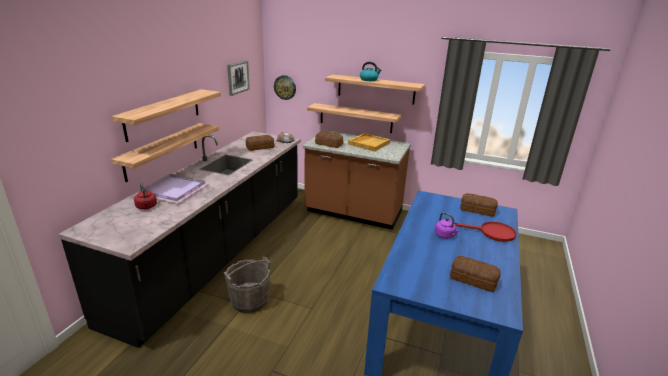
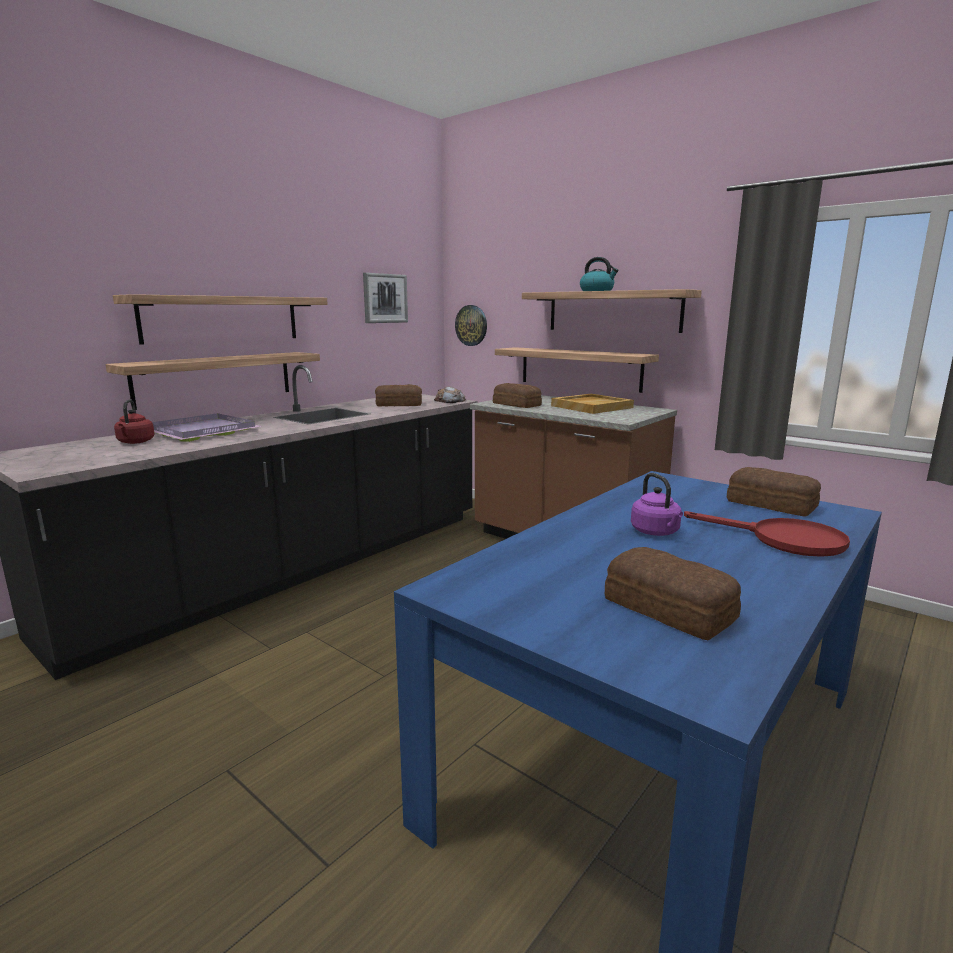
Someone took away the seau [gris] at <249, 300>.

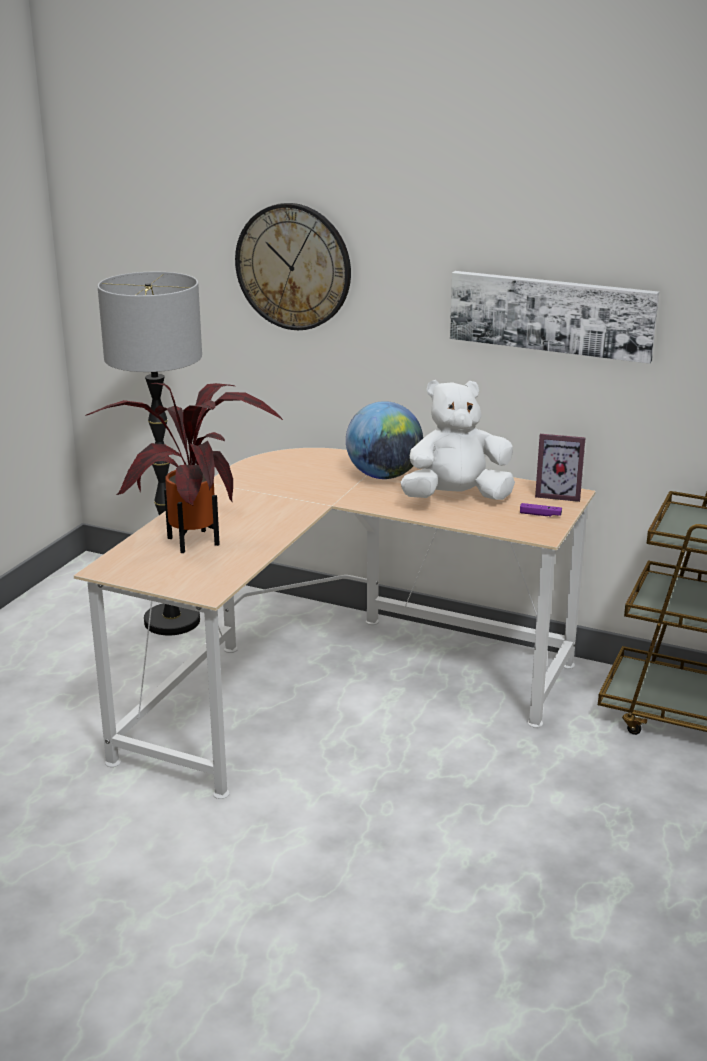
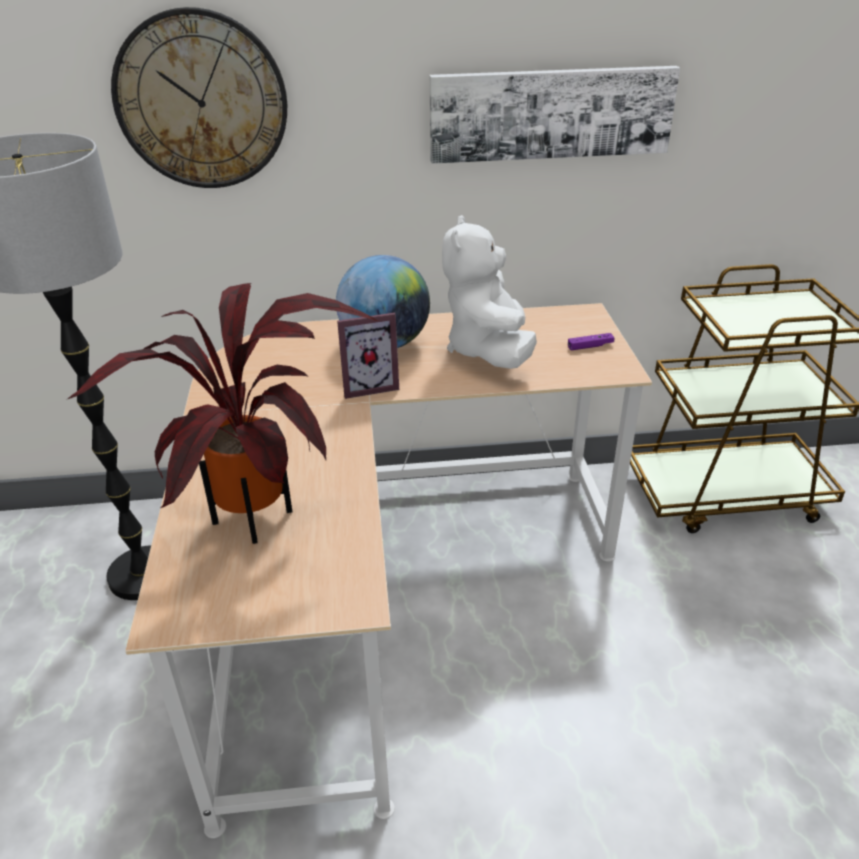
Someone rotated the peluche [blanc] at <456, 498> by 45 degrees counterclockwise.
Someone carried the cadre photo from <558, 494> to <368, 386>.

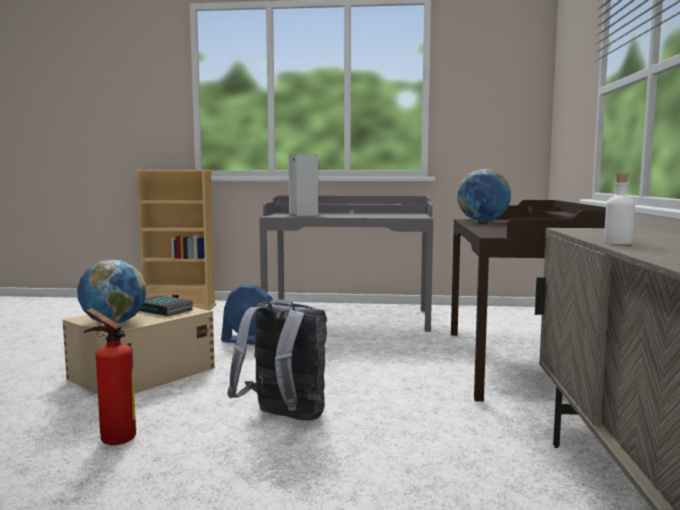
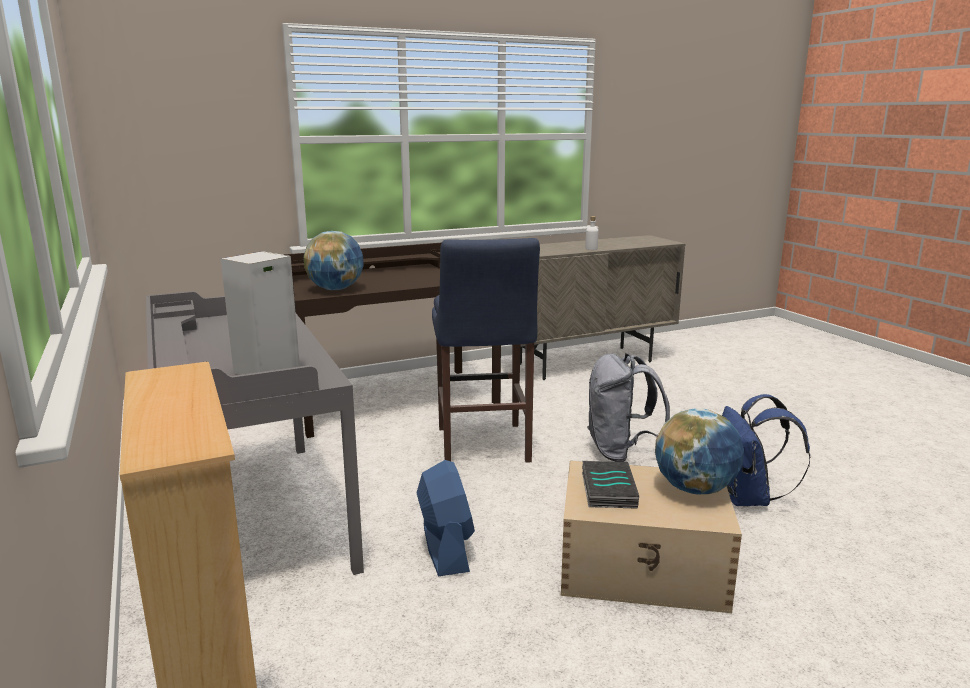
Someone swapped the extincteur at <114, 439> for the sac à dos [bleu] at <748, 499>.
Someone put down the tabouret [bleu] at <483, 447>.

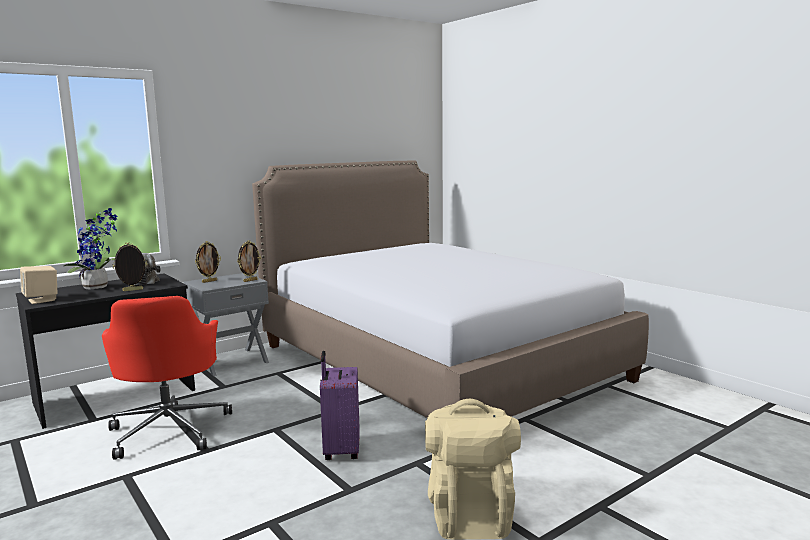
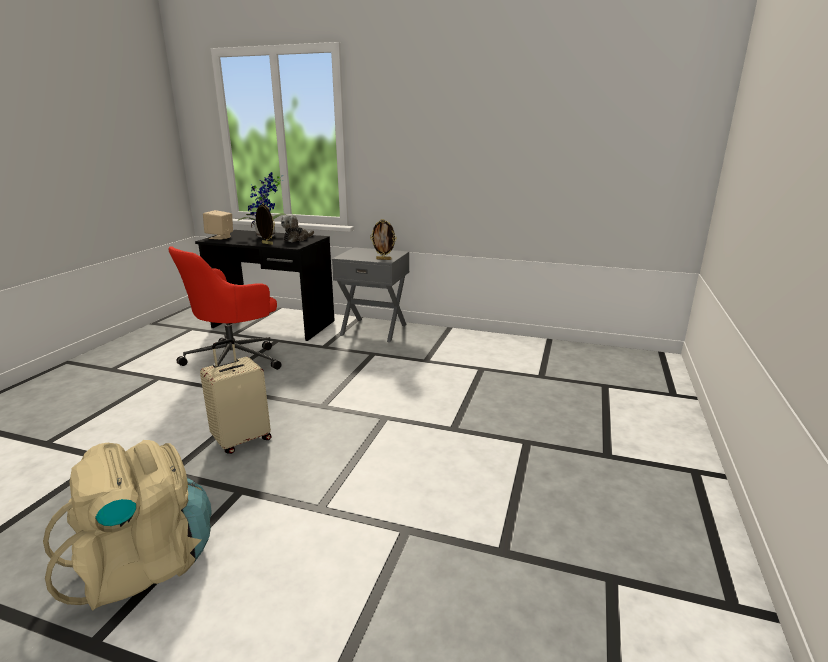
Someone took away the cadre photo at <209, 281>.
Someone took away the lit at <435, 362>.
Someone repainted the valise [violet] at <340, 451>, which became the valise [beige] at <242, 440>.

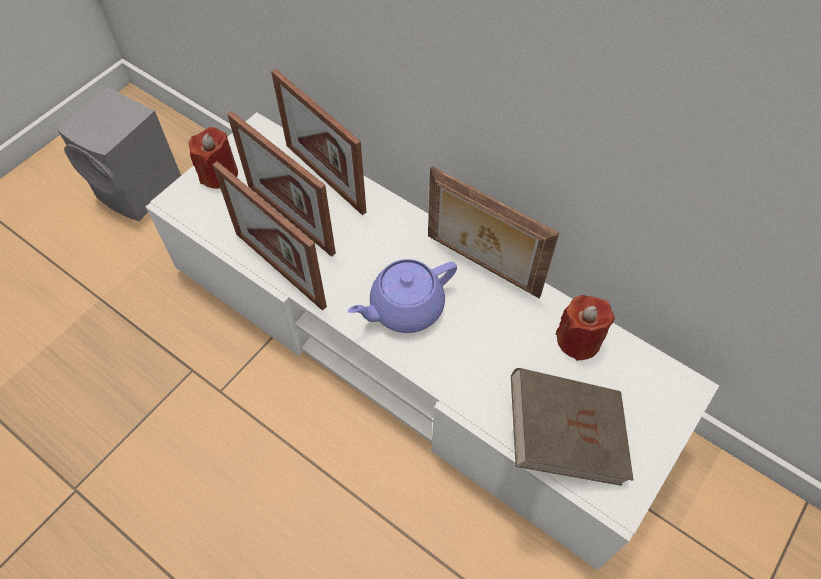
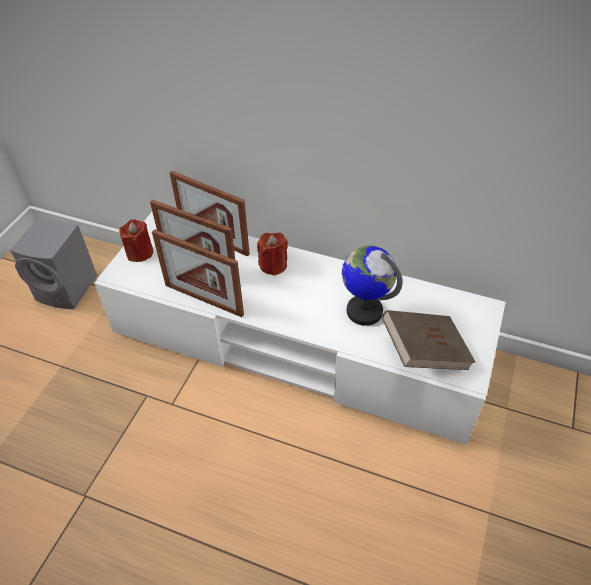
Someone took away the théière [violet] at <405, 308>.
Someone took away the cadre photo at <481, 267>.
Someone carried the bougie [rouge] from <578, 340> to <273, 265>.
Someone put down the globe at <364, 311>.

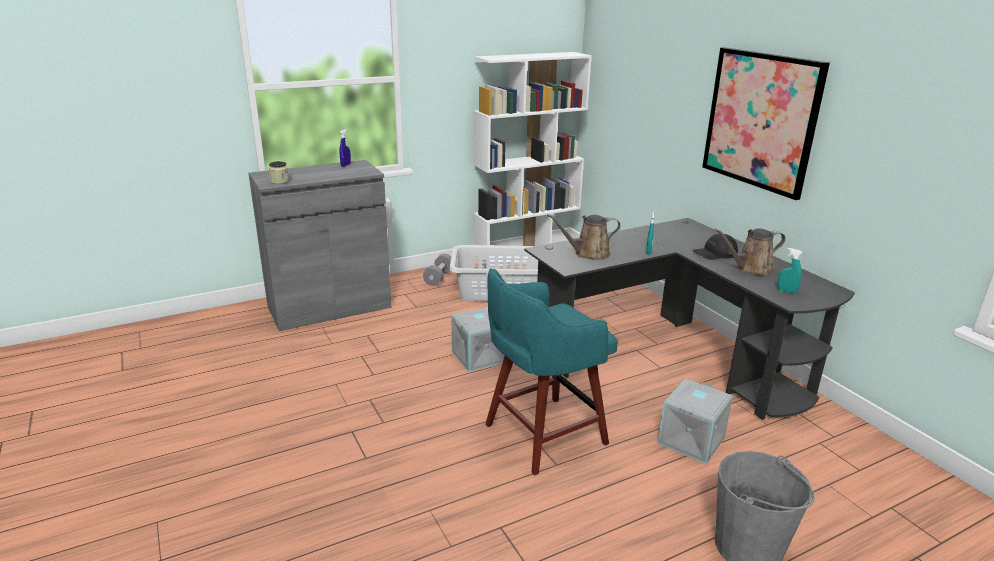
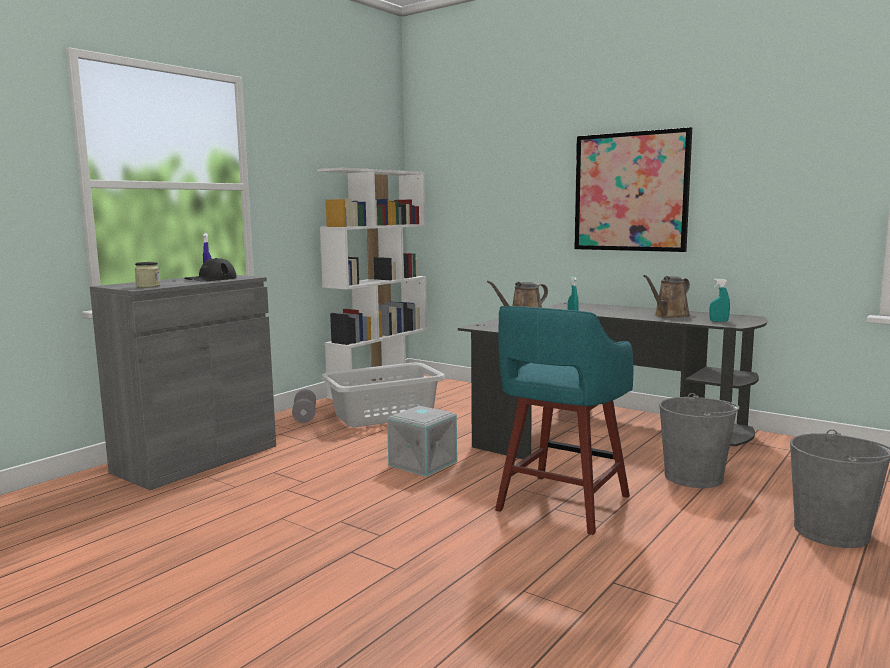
Someone swapped the boîte de rangement [gris] at <692, 441> for the seau [gris] at <694, 477>.
Someone carried the casquette [noir] from <715, 253> to <211, 279>.

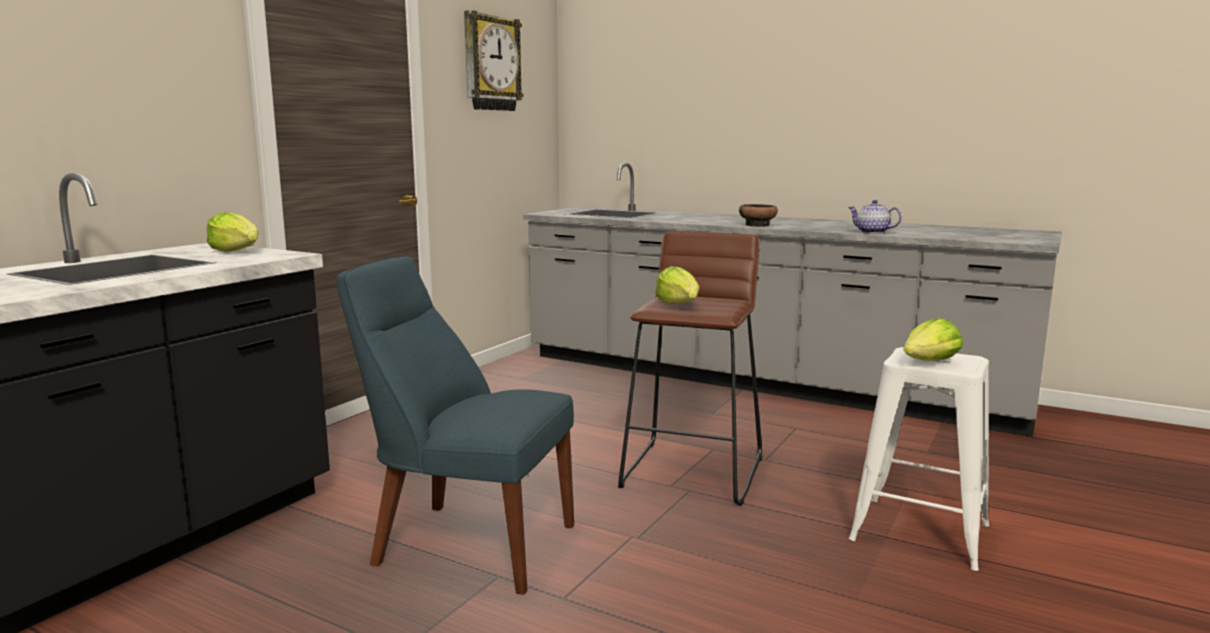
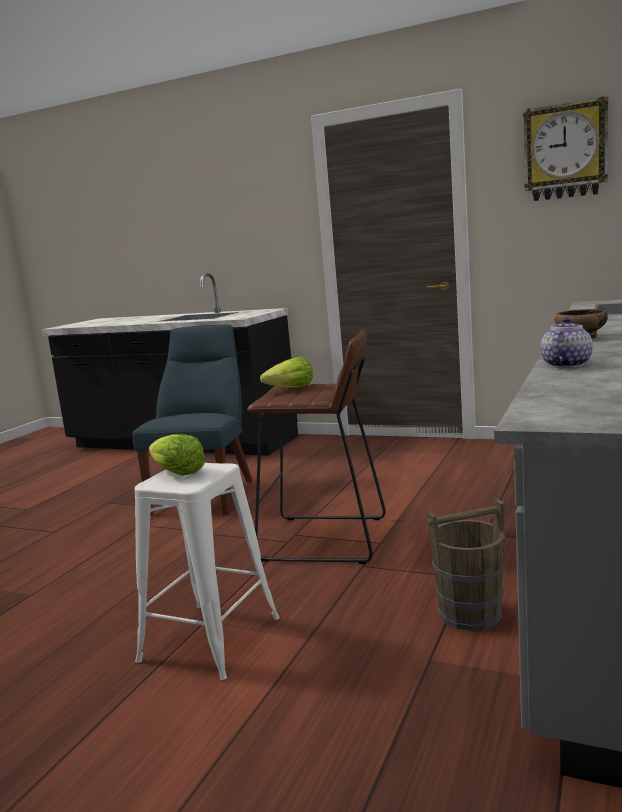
Someone took away the laitue at <237, 252>.
Someone put down the seau [marron] at <469, 613>.

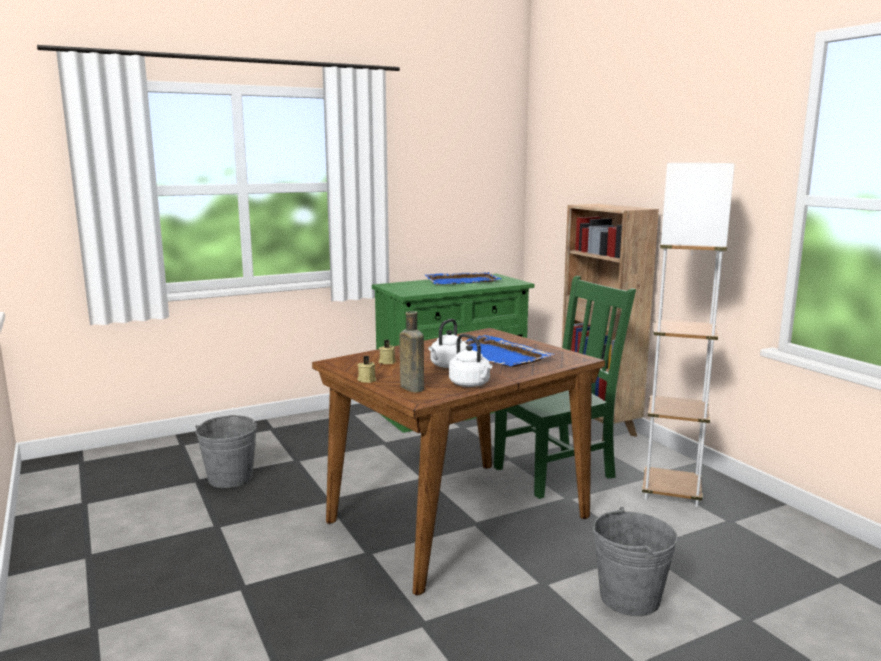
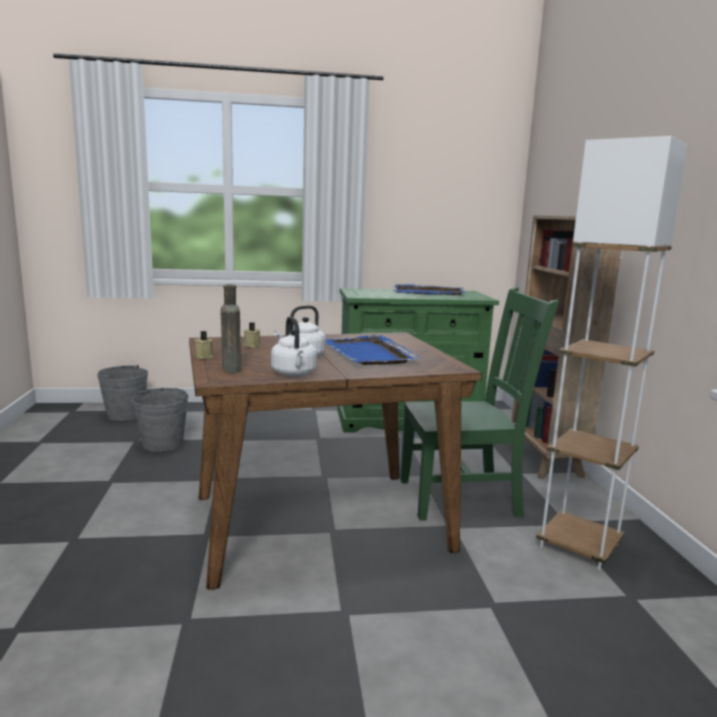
Someone carried the seau [gris] from <629, 598> to <125, 415>.

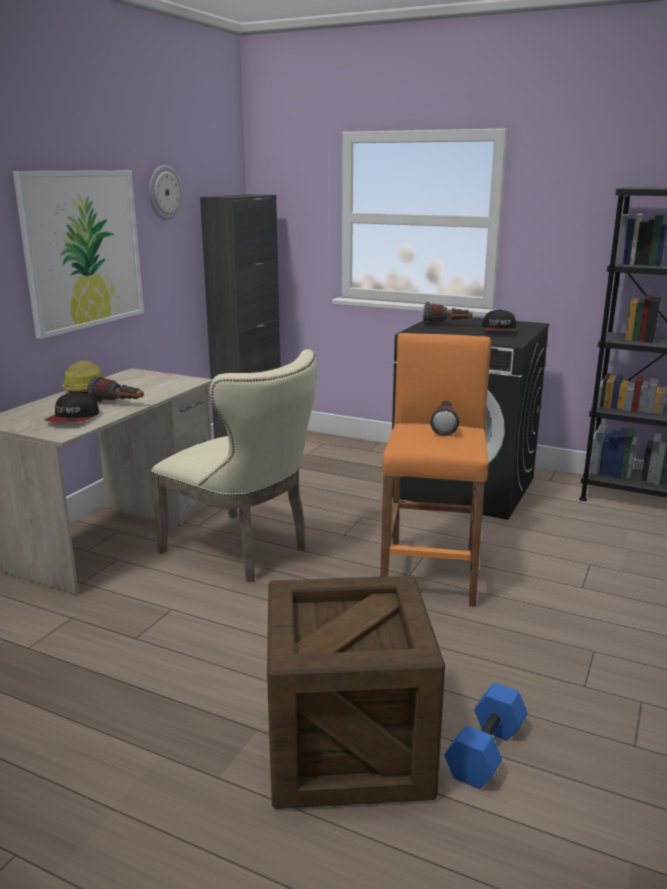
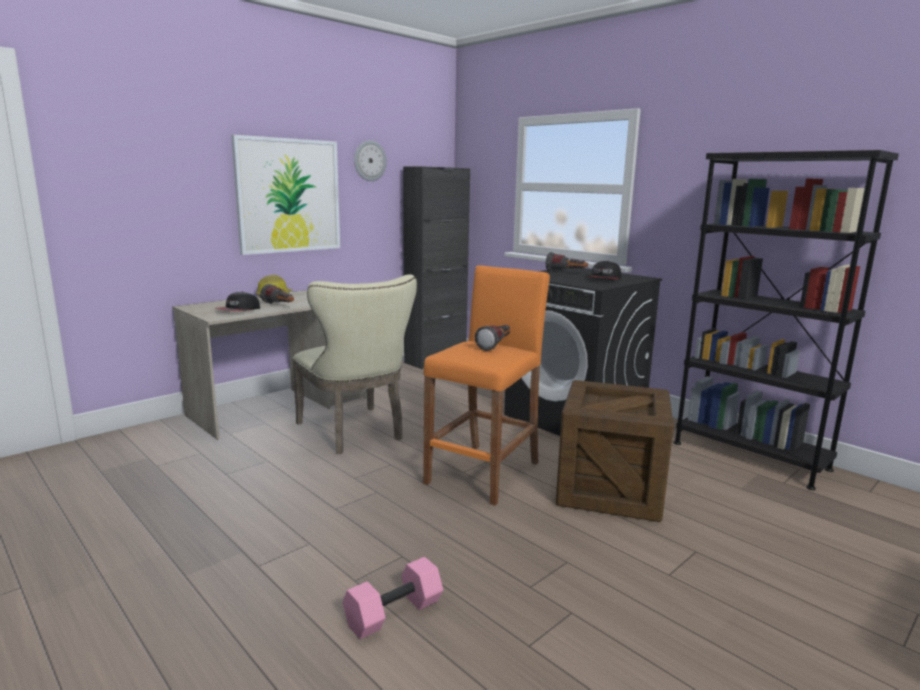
Someone carried the caisse from <347, 747> to <609, 490>.
Someone repainted the haltère [bleu] at <486, 752>, which became the haltère [rose] at <394, 614>.

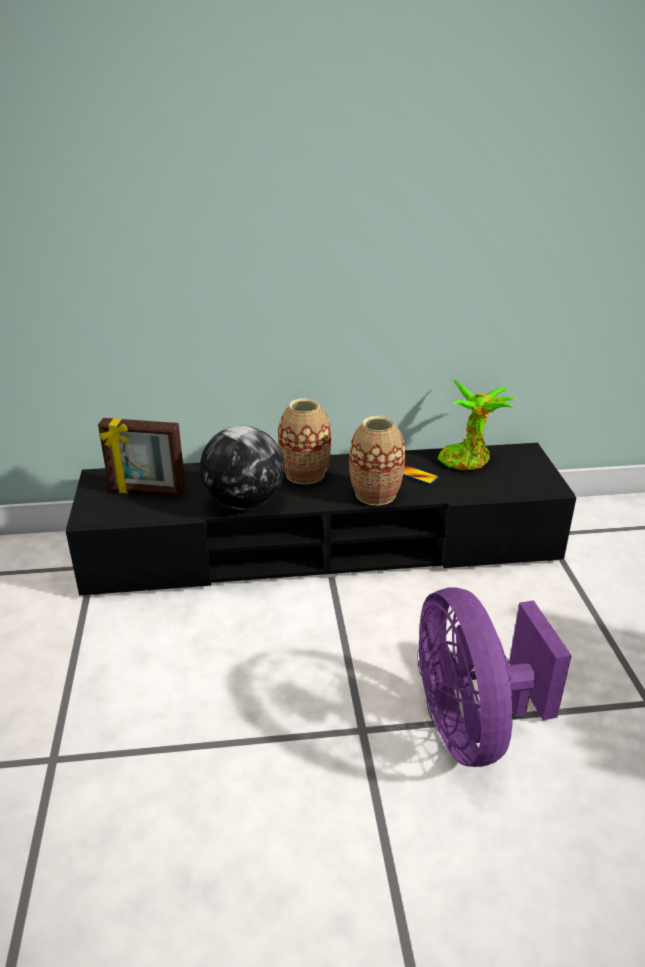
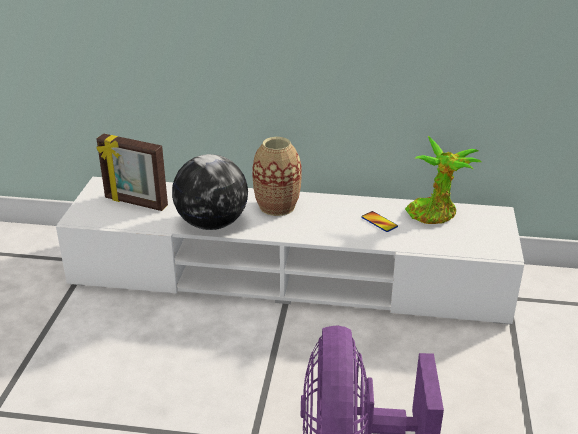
Someone repainted the meuble télé [noir] at <323, 548>, which became the meuble télé [blanc] at <290, 277>.
Someone took away the vase at <375, 494>.

